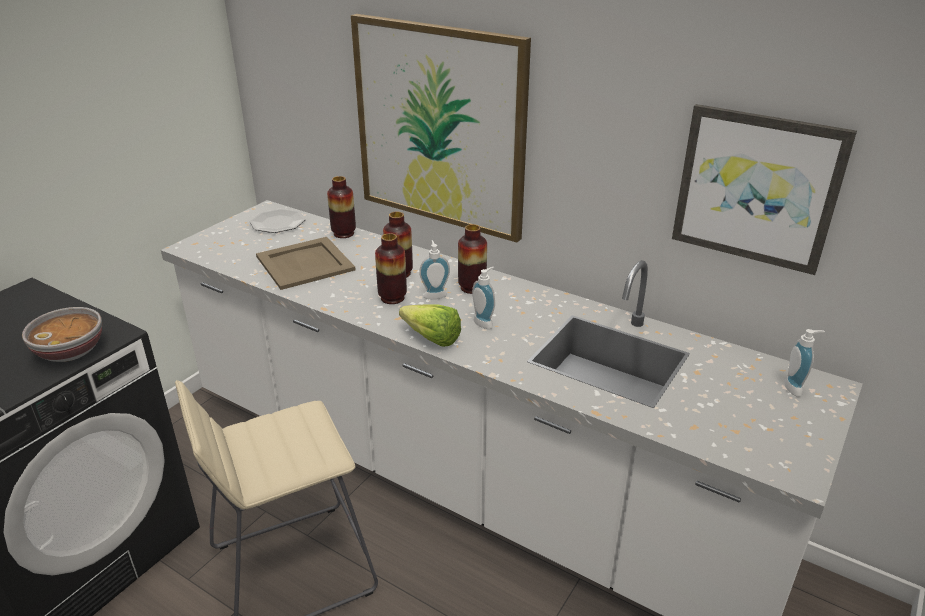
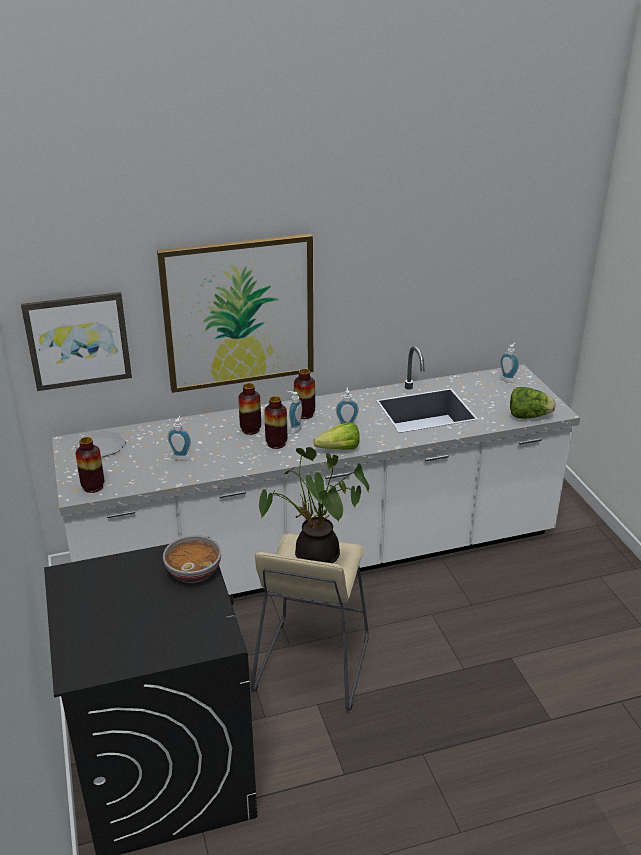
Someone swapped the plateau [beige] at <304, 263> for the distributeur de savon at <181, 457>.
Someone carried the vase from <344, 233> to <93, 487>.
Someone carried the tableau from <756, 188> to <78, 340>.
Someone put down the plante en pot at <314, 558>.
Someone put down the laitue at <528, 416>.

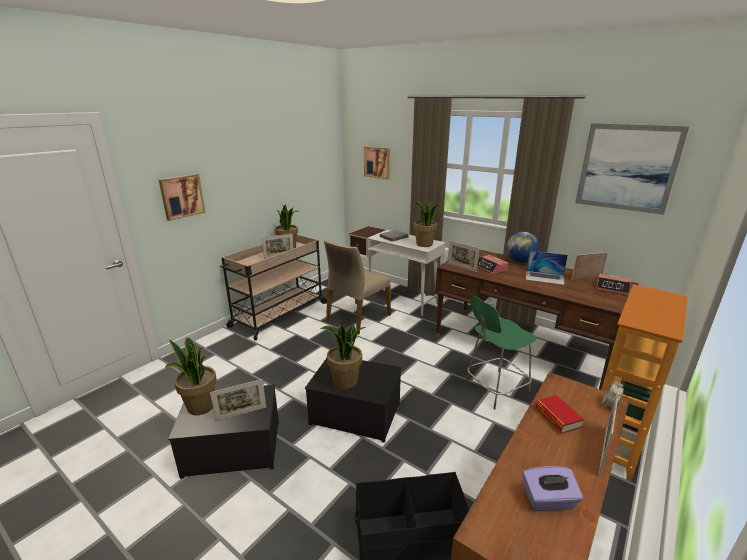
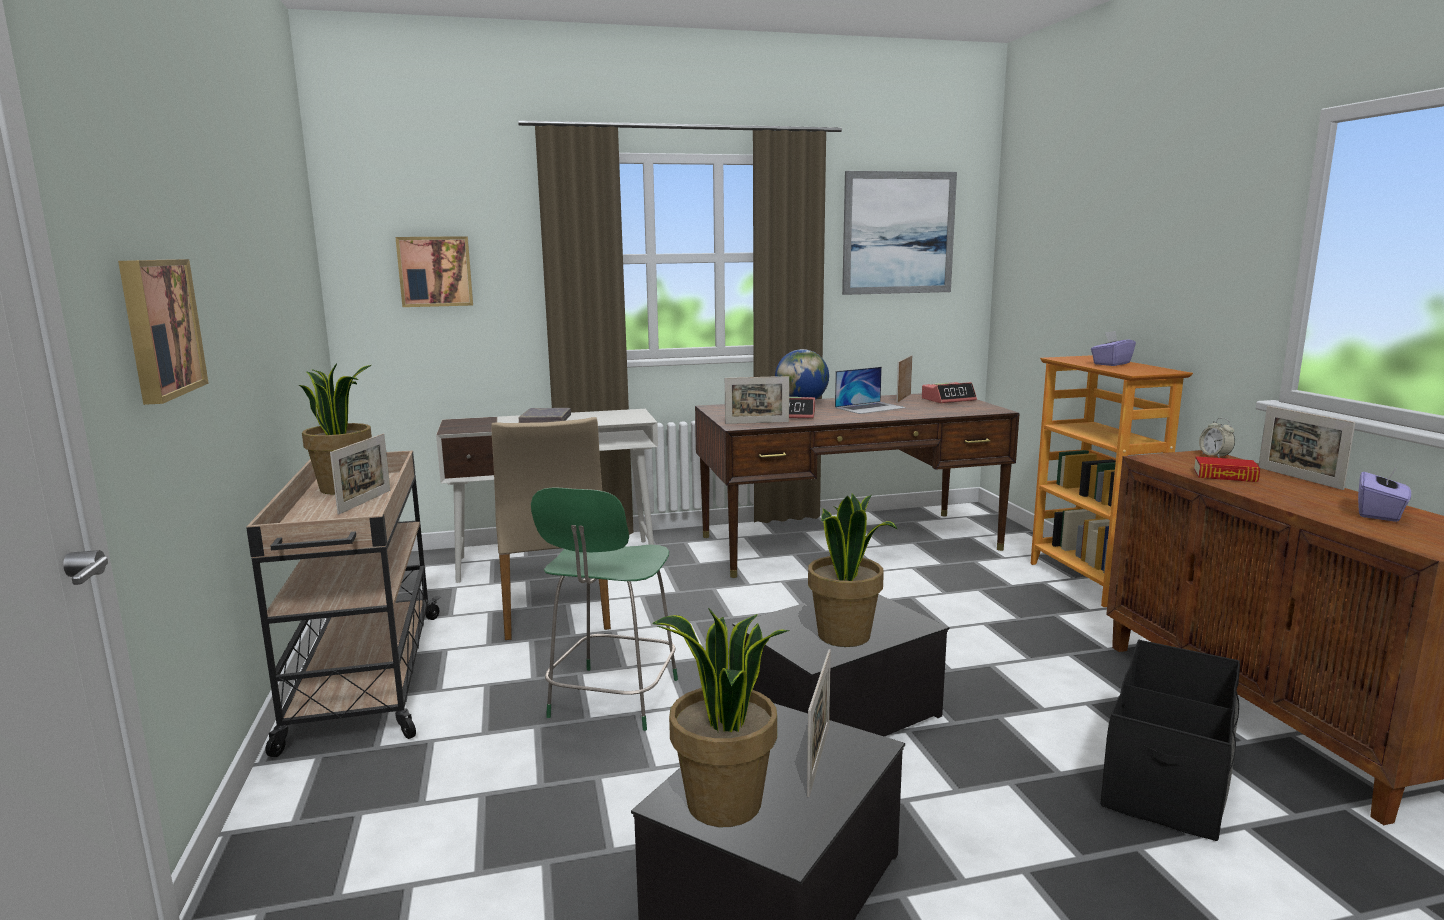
Someone took away the plante en pot at <424, 244>.
Someone carried the tabouret [vert] from <494, 389> to <612, 700>.
Someone put down the boîte à mouchoirs [violet] at <1111, 364>.

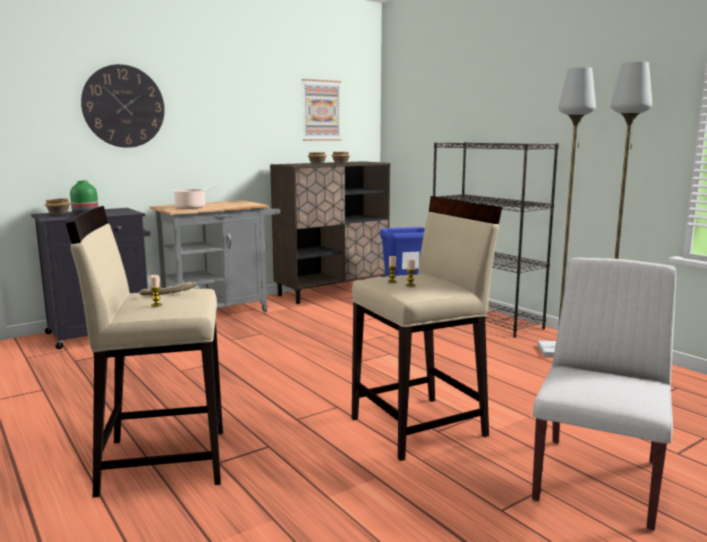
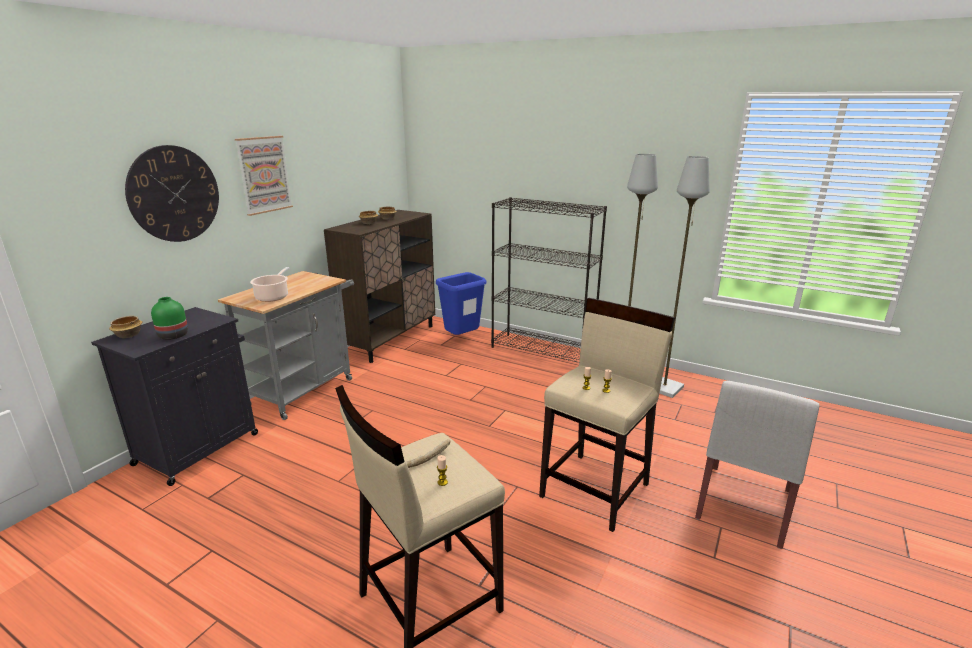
Someone carried the tableau from <321, 110> to <264, 174>.
Someone rotated the chaise [blanc] at <597, 479> by 150 degrees counterclockwise.

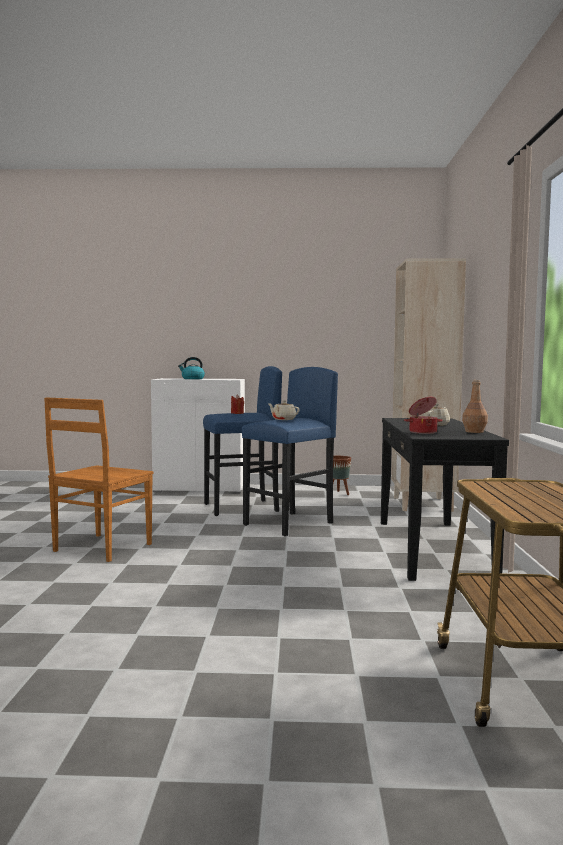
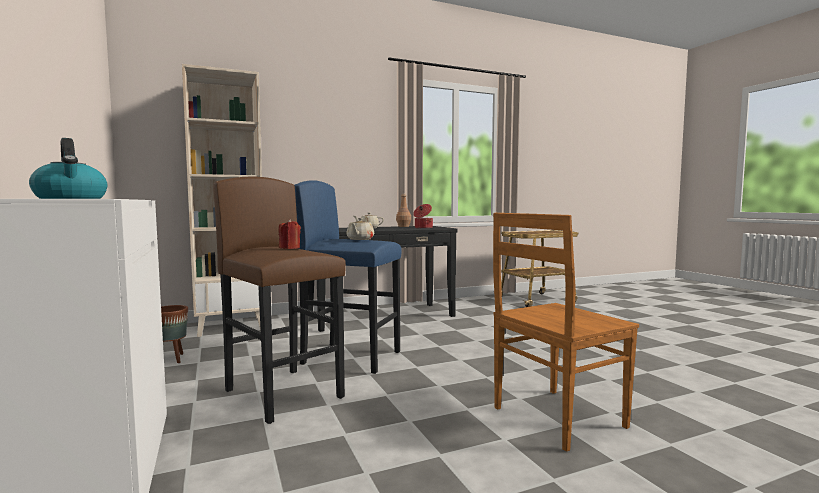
Someone rotated the chaise [marron] at <101, 548> by 150 degrees clockwise.
Someone repainted the tabouret [bleu] at <241, 508>, which became the tabouret [marron] at <284, 393>.

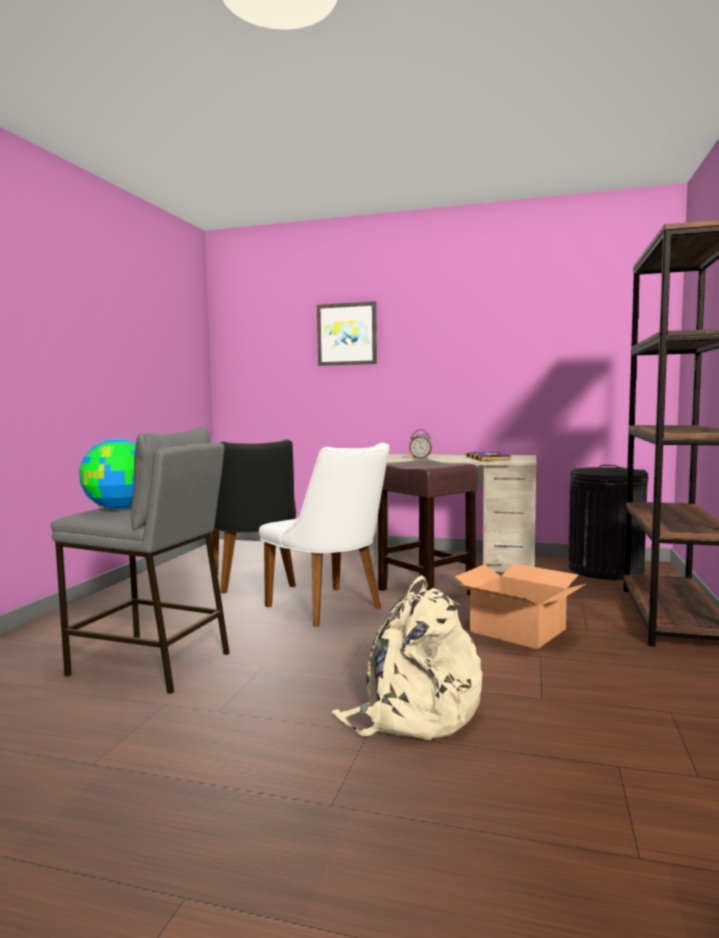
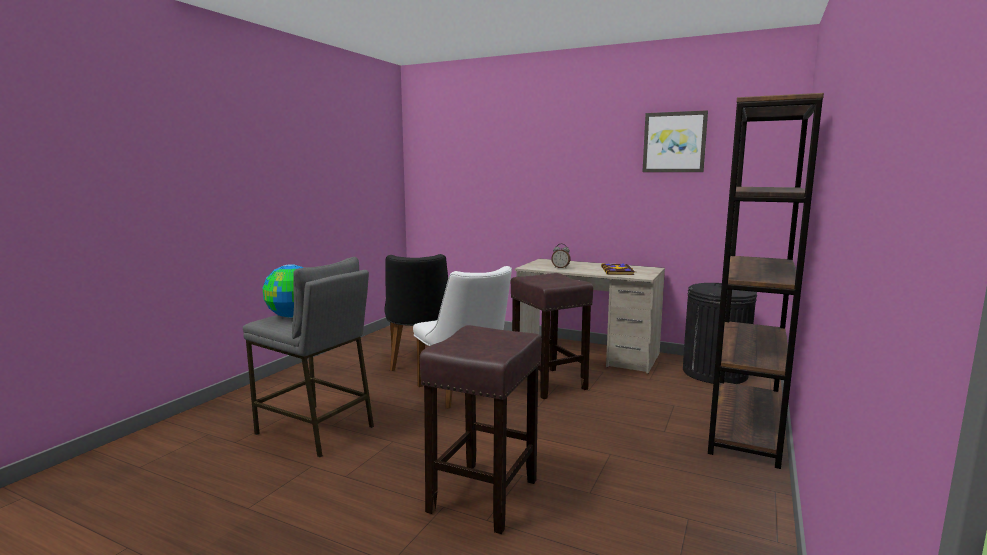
Someone carried the tableau from <347, 334> to <674, 142>.
Someone swapped the sac à dos [beige] at <413, 713> for the tabouret [marron] at <484, 494>.
Someone took away the carton at <518, 630>.

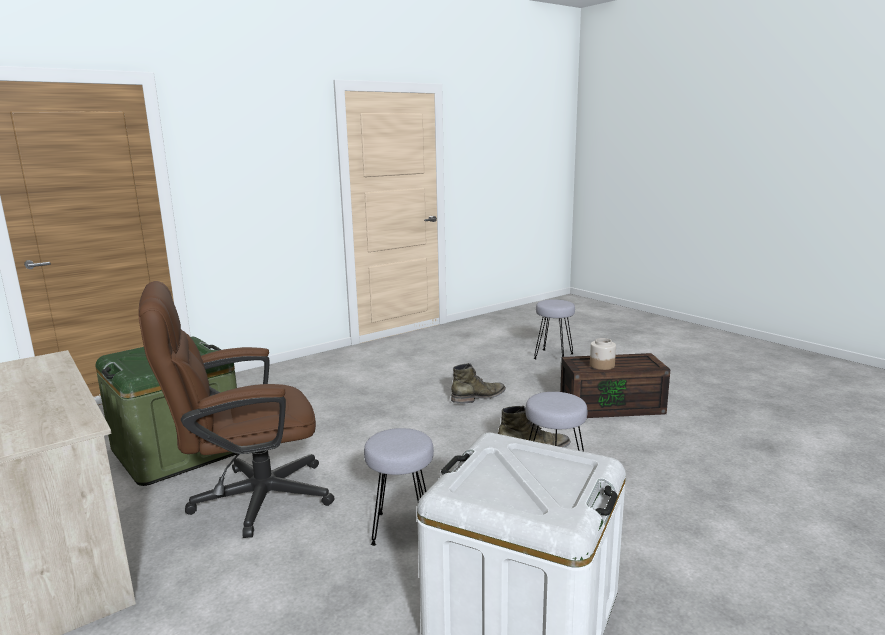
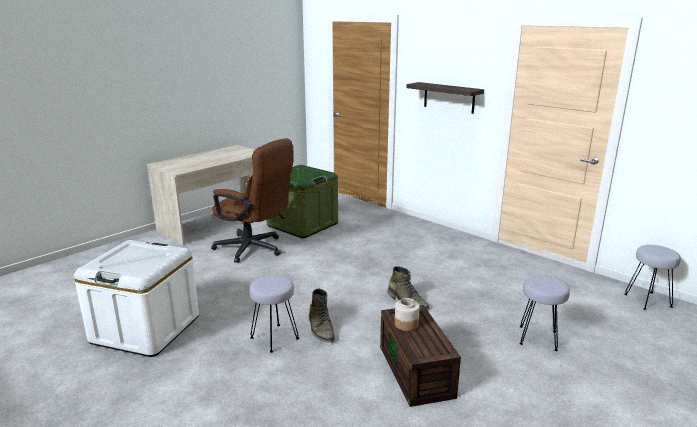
Someone rotated the chaise de bureau [marron] at <248, 500> by 150 degrees clockwise.
Someone carried the tabouret [gris] from <402, 529> to <647, 301>.
Someone put up the étagère at <449, 97>.

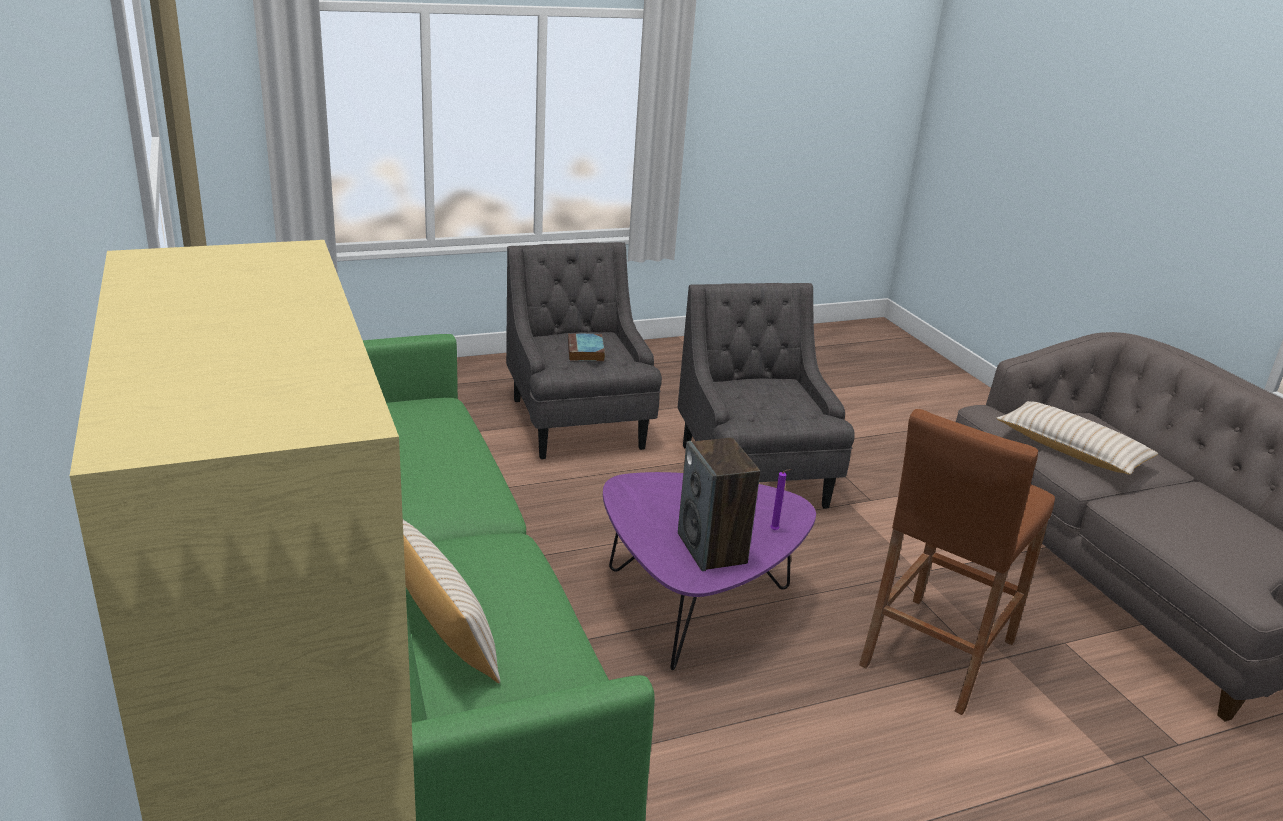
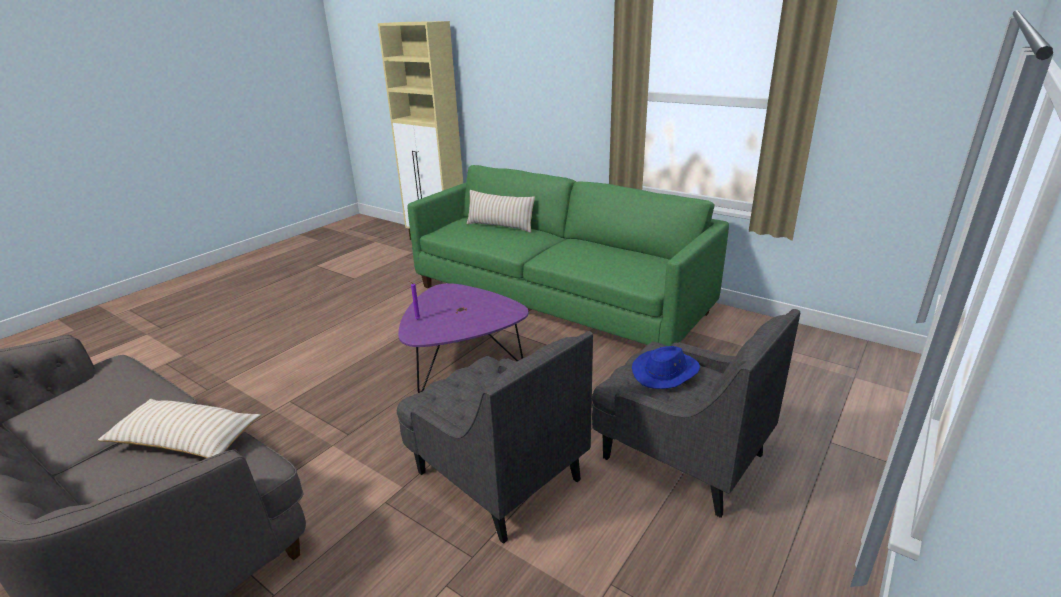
Someone swapped the livre at <586, 352> for the chapeau [bleu] at <666, 372>.
Someone took away the enceinte at <712, 549>.
Someone took away the tabouret [marron] at <936, 653>.

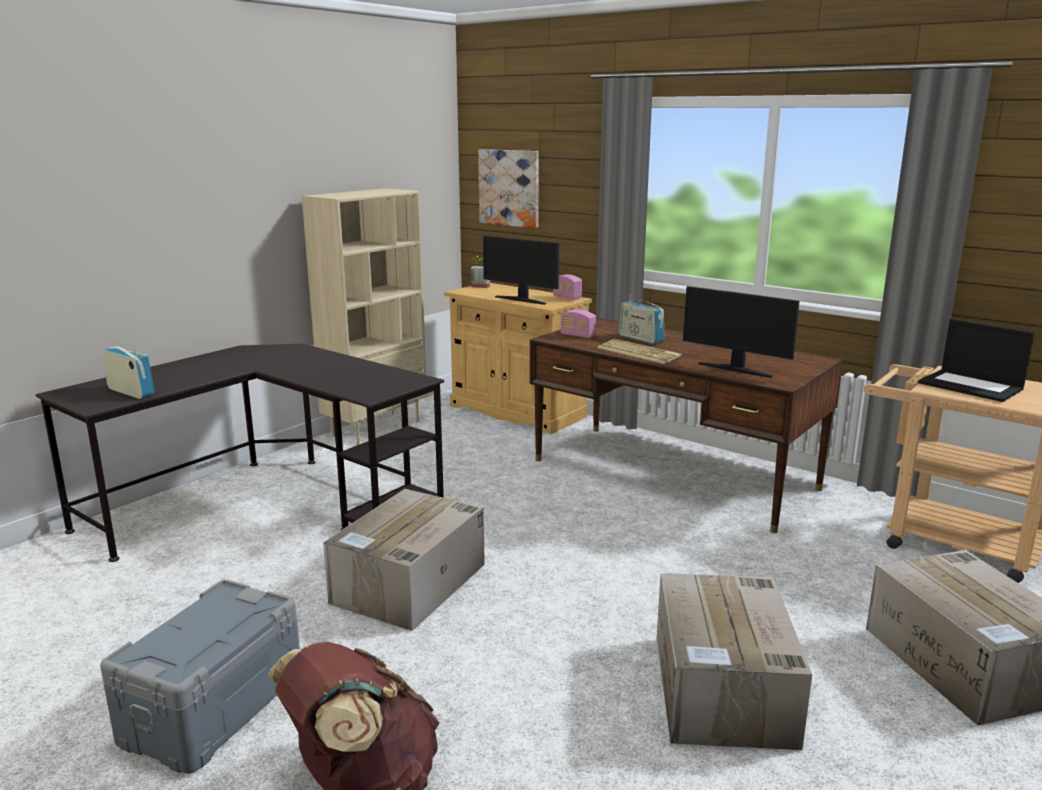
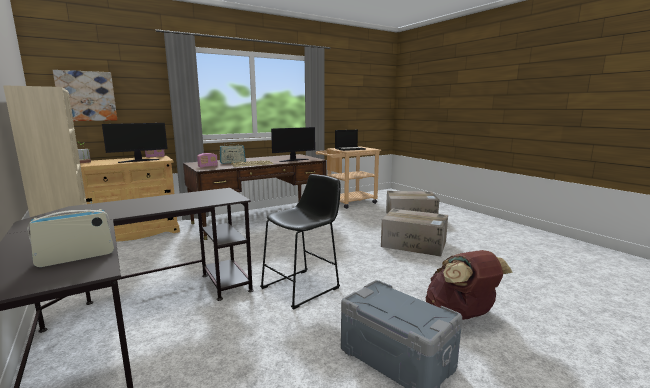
Someone swapped the carton at <408, 584> for the tabouret [noir] at <304, 287>.

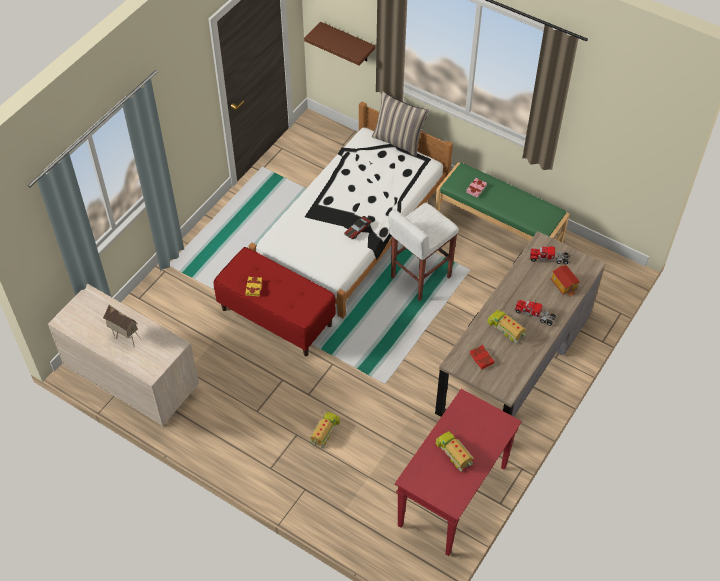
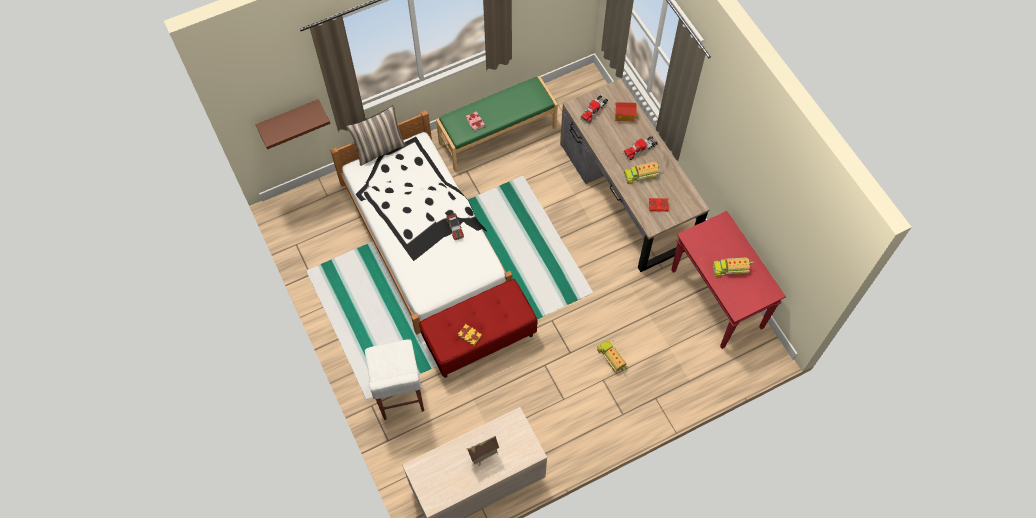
Someone carried the tabouret [blanc] from <419, 277> to <399, 395>.

